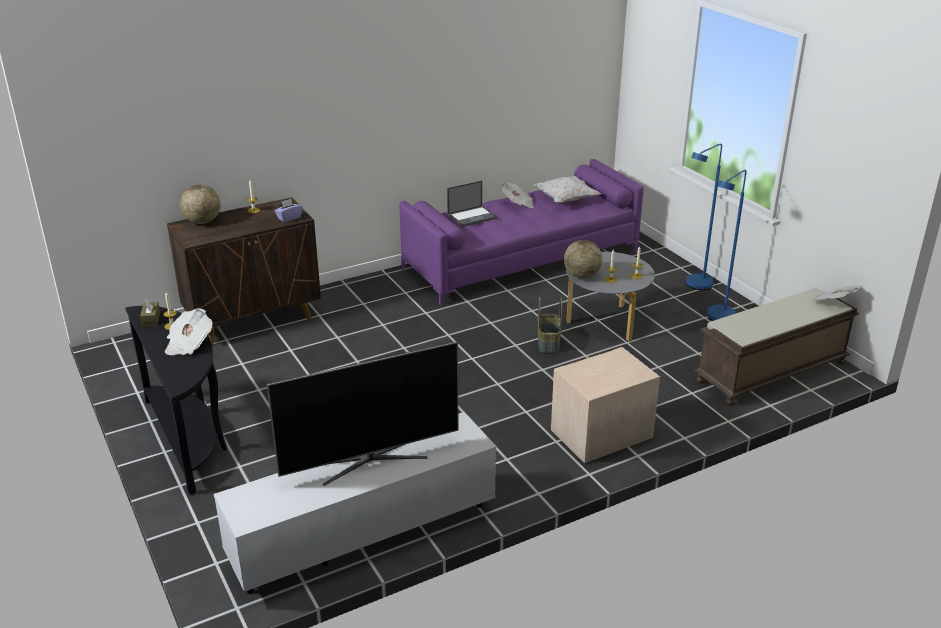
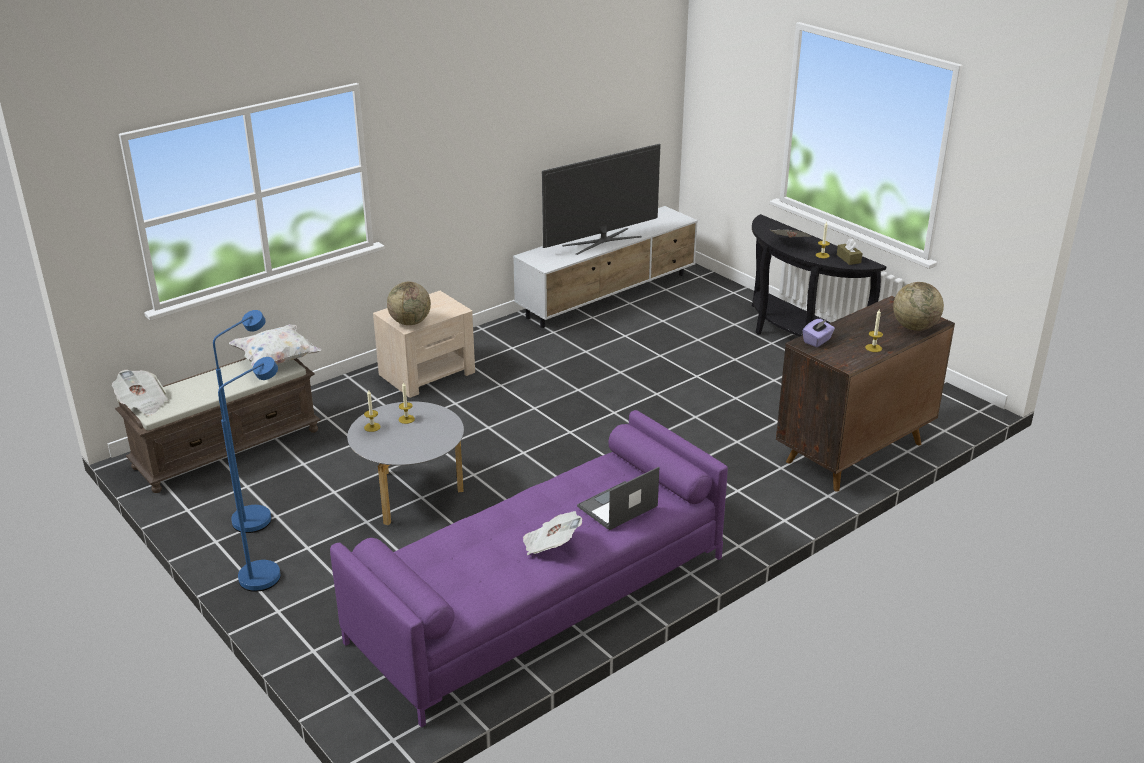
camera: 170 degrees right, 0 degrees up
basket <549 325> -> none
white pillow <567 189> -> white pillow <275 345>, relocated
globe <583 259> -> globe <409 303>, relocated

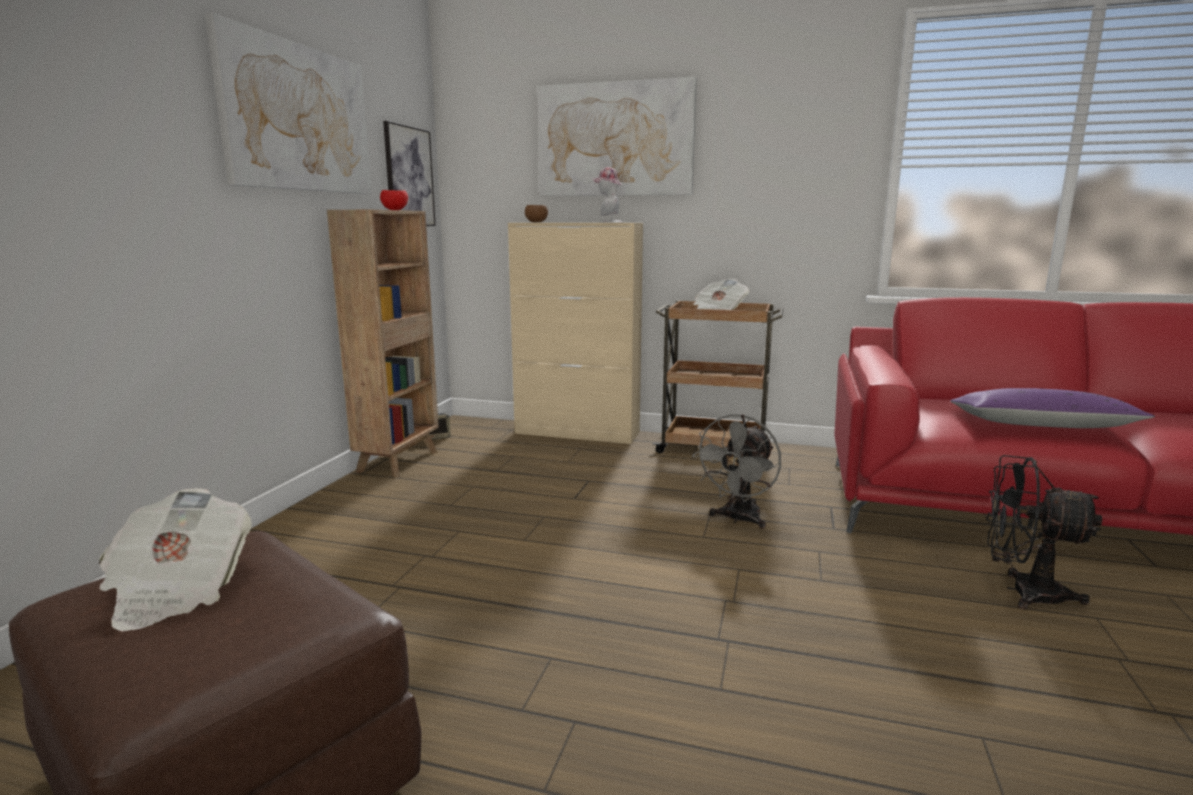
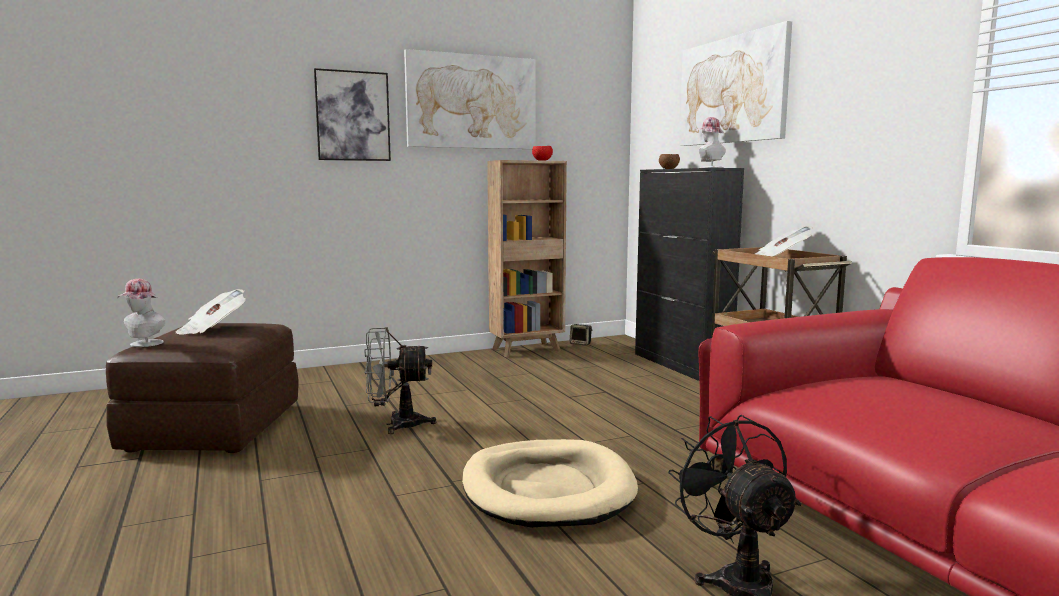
camera: 50 degrees right, 5 degrees down
purple pillow <1052 408> -> none
none -> hat <141 313>
none -> beige dog bed <550 483>
picture <409 173> -> picture <352 114>, relocated
grey fan <736 471> -> grey fan <400 380>, relocated
beige cabinet <575 333> -> black cabinet <689 274>

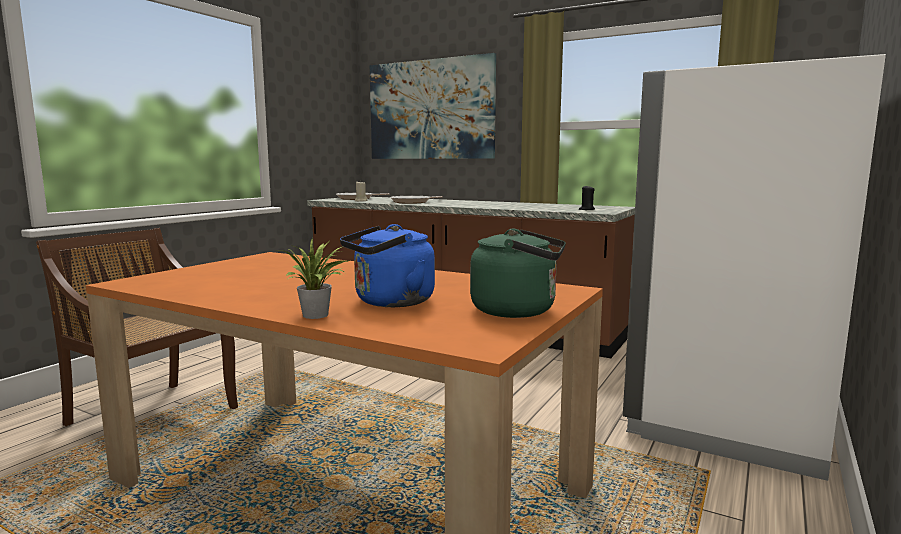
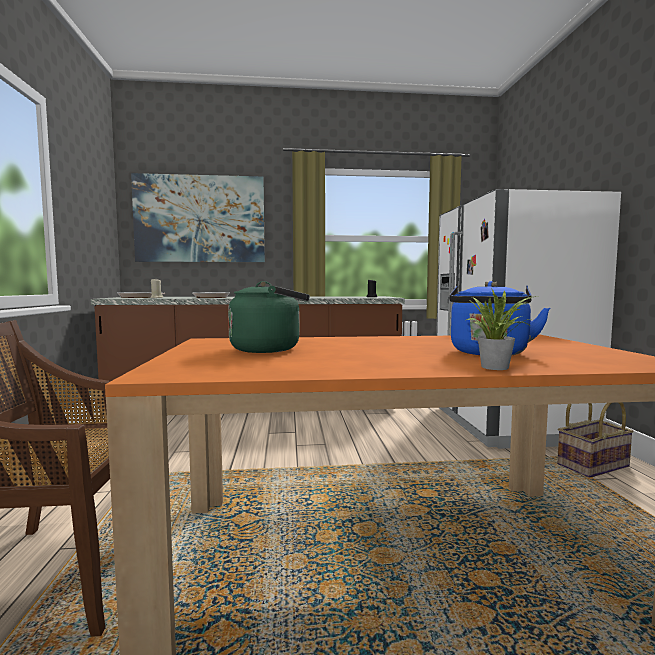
camera: 35 degrees left, 5 degrees down
none -> basket <595 439>
green kettle <518 273> -> green kettle <269 317>, relocated

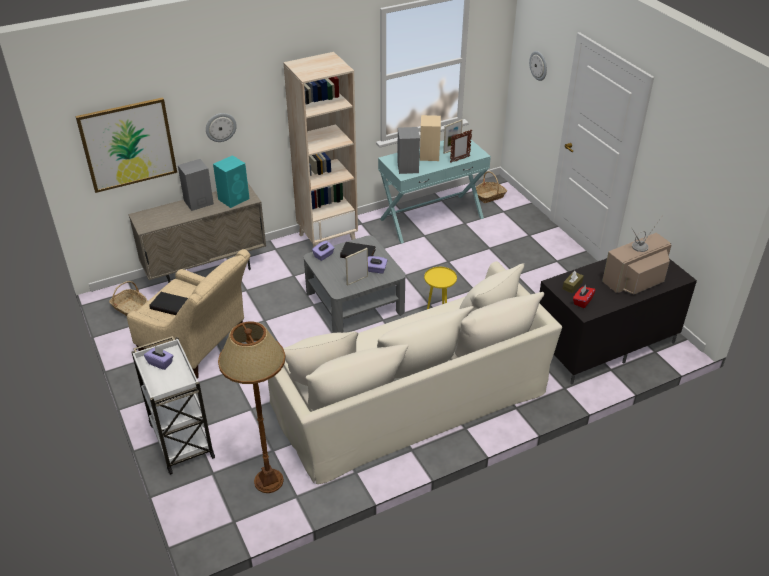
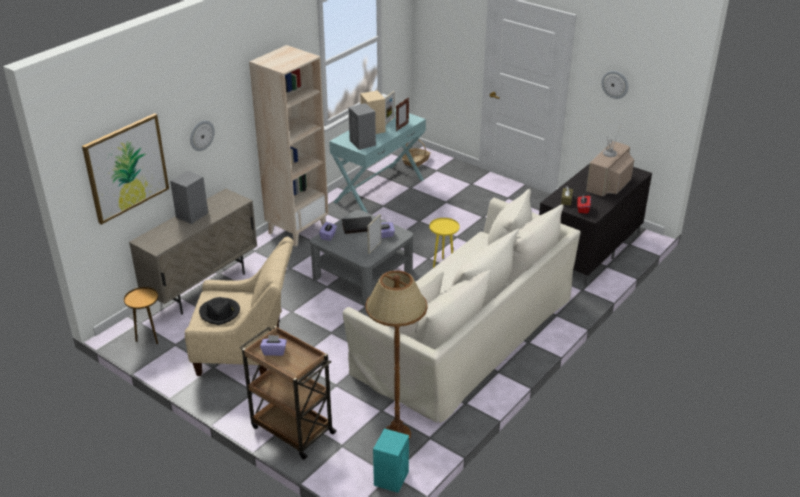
camera: 25 degrees left, 5 degrees down
turquoise speaker <231 181> -> turquoise speaker <391 460>, relocated
wall clock <538 66> -> wall clock <615 85>, relocated
basket <128 298> -> brown side table <141 315>
black book <168 303> -> black hat <219 311>
white cart <173 405> -> brown cart <288 393>

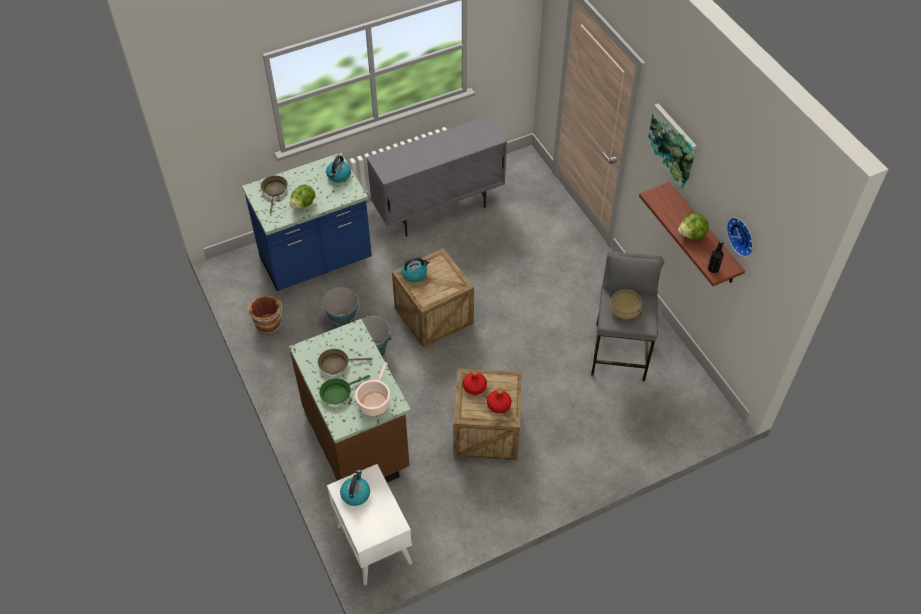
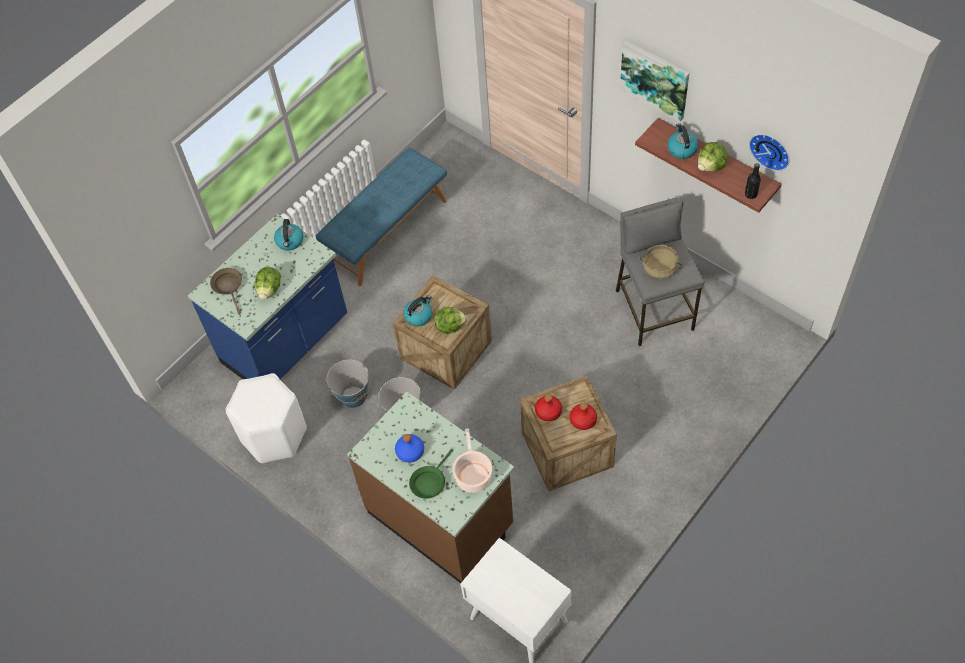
camera: 20 degrees left, 5 degrees up
none -> lettuce <450 320>
kettle <355 488> -> kettle <682 141>, relocated
brown bucket <265 314> -> white stool <266 418>
brown frying pan <345 361> -> blue bottle <409 448>
grey cabinet <436 176> -> blue bench <381 217>

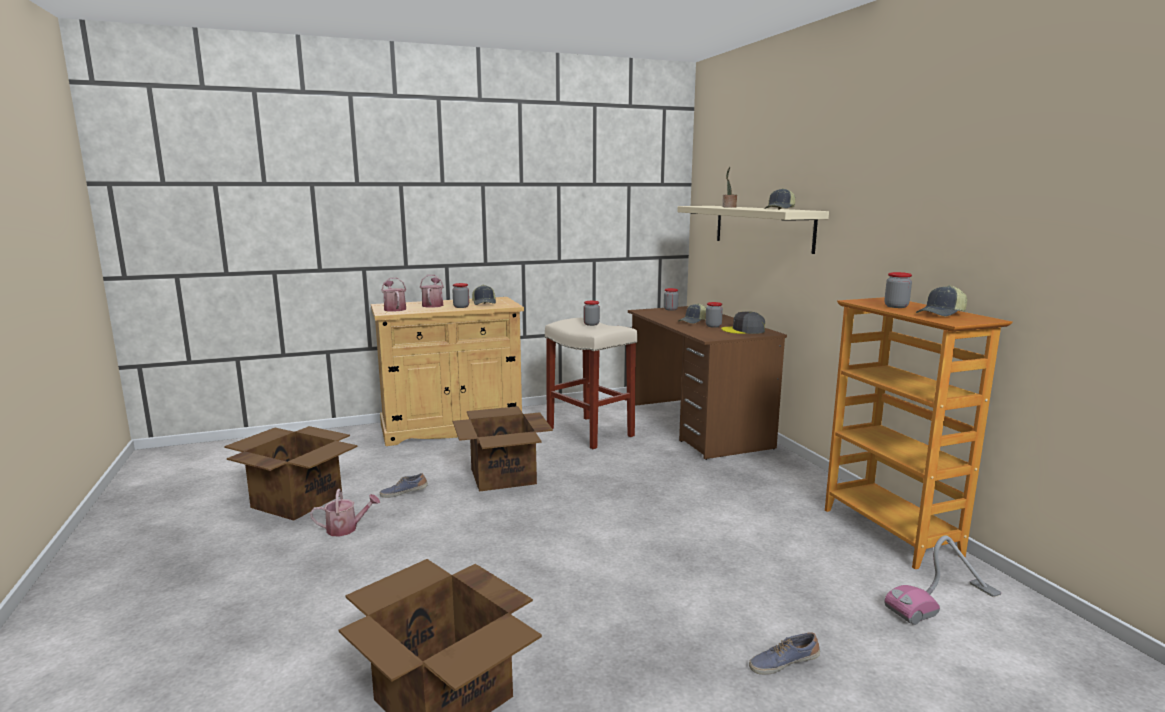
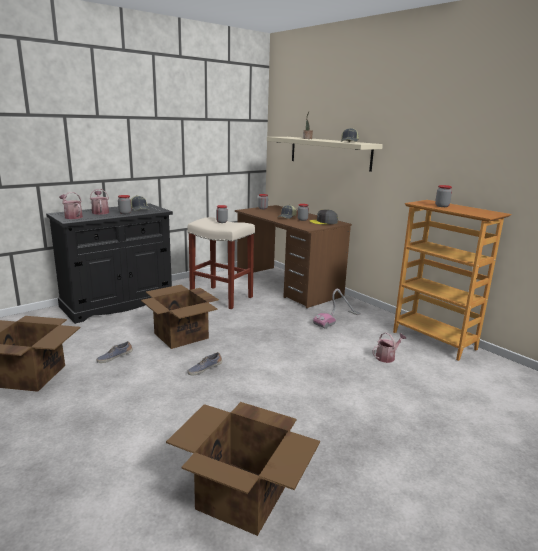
camera: 20 degrees left, 5 degrees up
cap <941 300> -> none
watering can <345 513> -> watering can <389 347>, relocated
shoe <784 653> -> shoe <204 364>, relocated
vacuum cleaner <942 580> -> vacuum cleaner <337 308>, relocated
beige cabinet <447 371> -> black cabinet <109 263>

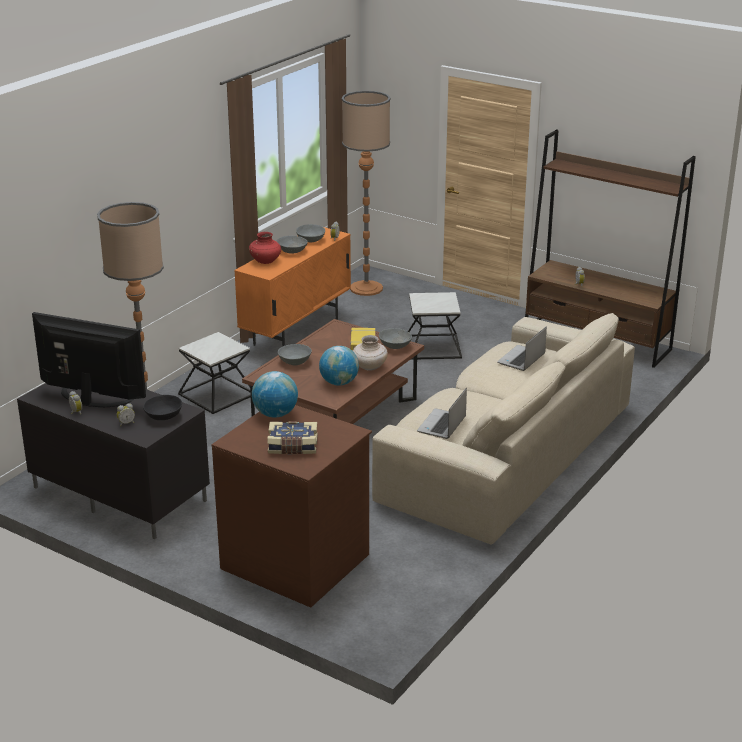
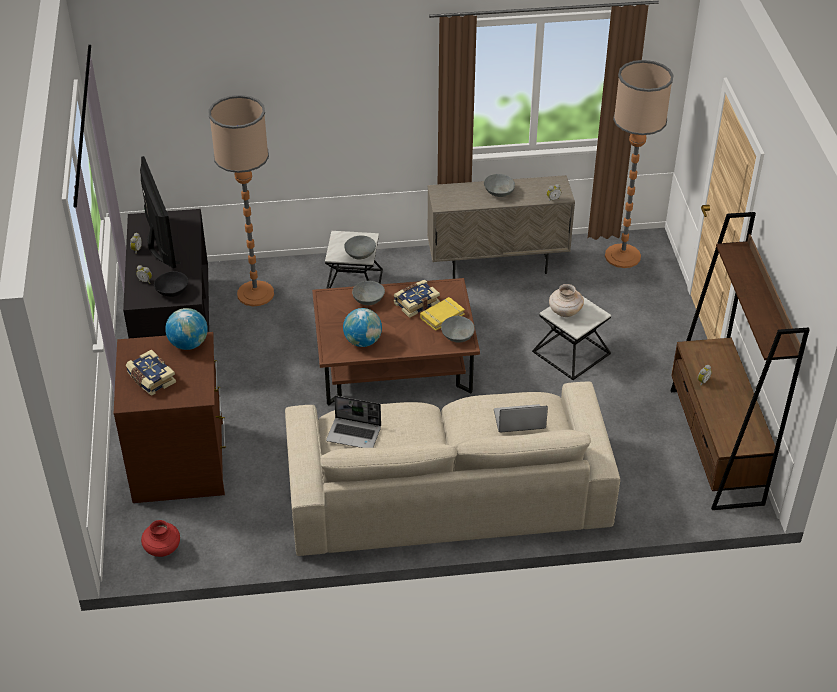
camera: 50 degrees right, 15 degrees up
none -> book <416 299>
red vase <265 248> -> red vase <160 538>, relocated
grey bowl <310 233> -> grey bowl <360 247>, relocated
beige vase <370 352> -> beige vase <566 300>, relocated
orange cabinet <292 287> -> beige cabinet <501 227>
laptop <442 413> -> laptop <353 421>, 150 degrees counterclockwise

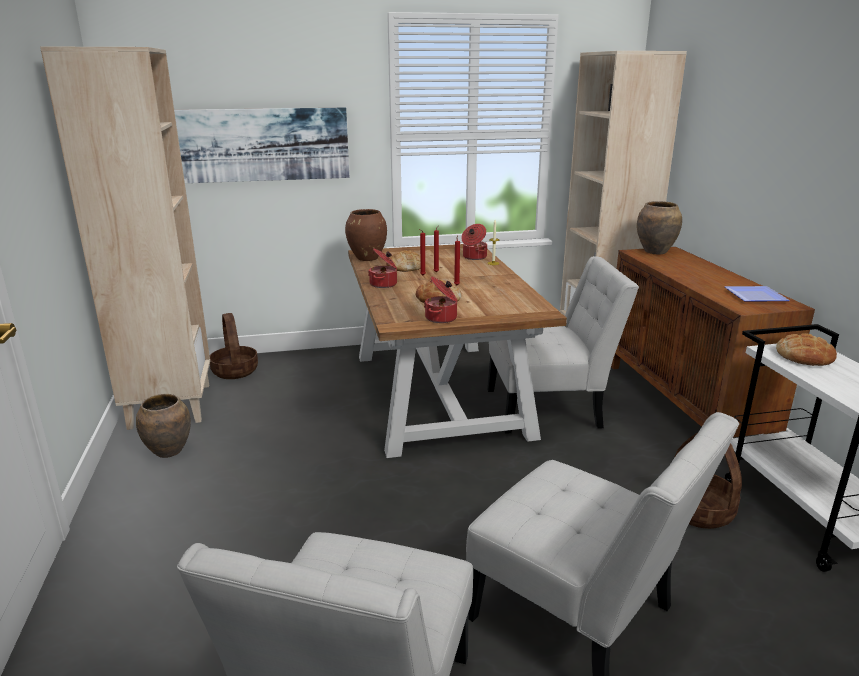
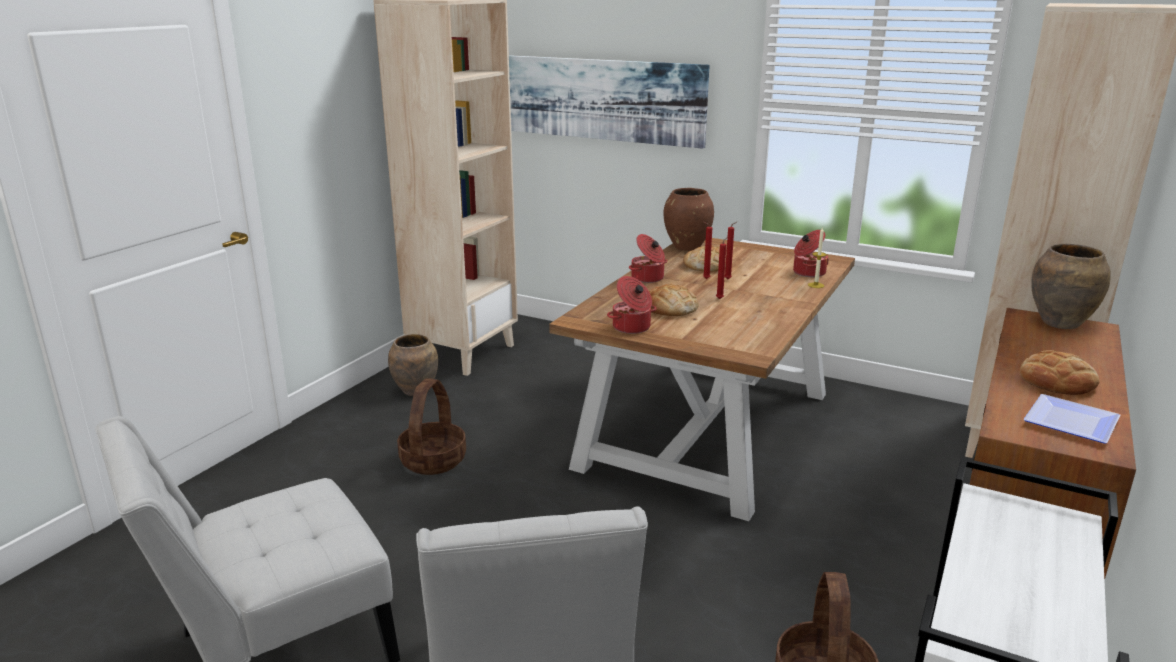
camera: 40 degrees right, 0 degrees up
white chair <563 345> -> none
basket <234 346> -> basket <431 426>, relocated
bread <806 349> -> bread <1060 372>, relocated

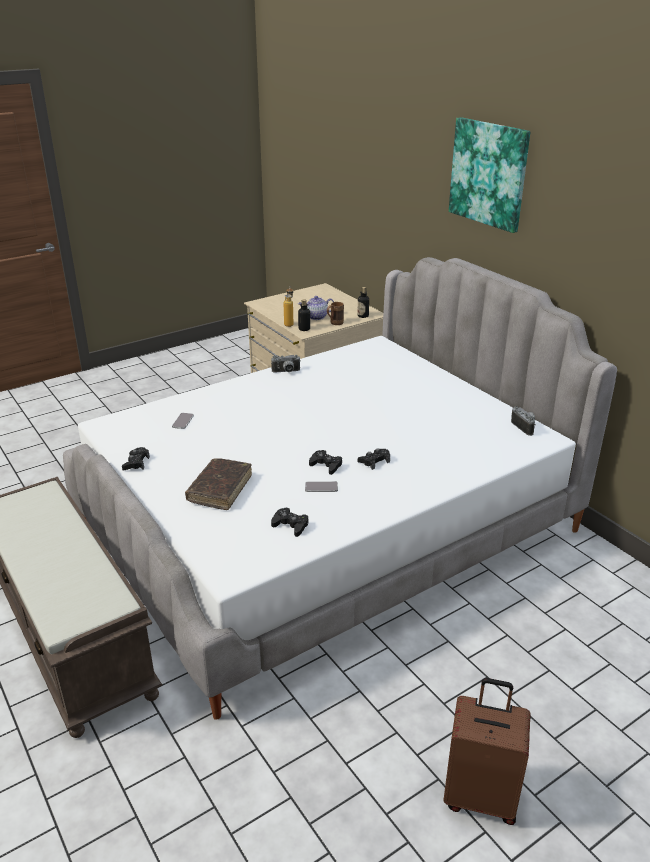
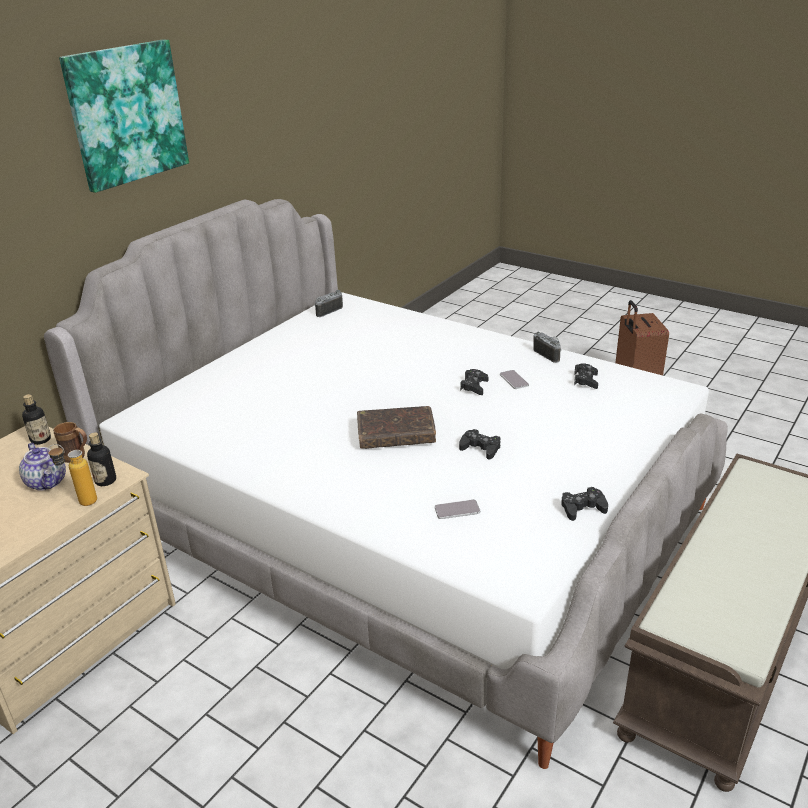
camera: 110 degrees left, 0 degrees up
brown book <218 484> -> brown book <396 427>, relocated
photo camera <286 364> -> photo camera <547 347>, relocated
black game controller <374 459> -> black game controller <480 444>, relocated

